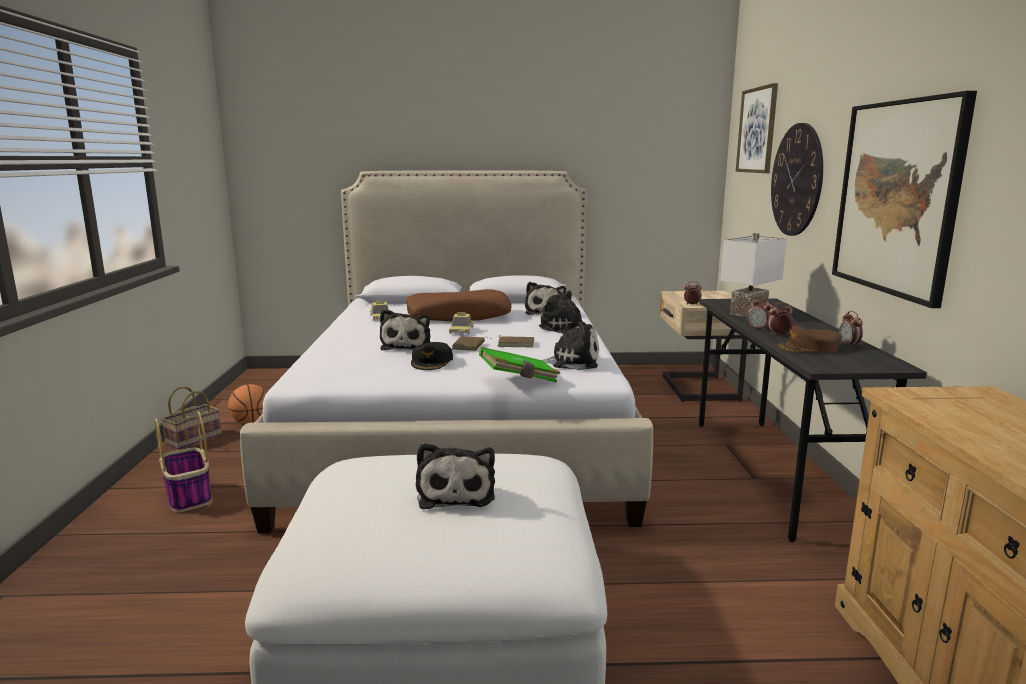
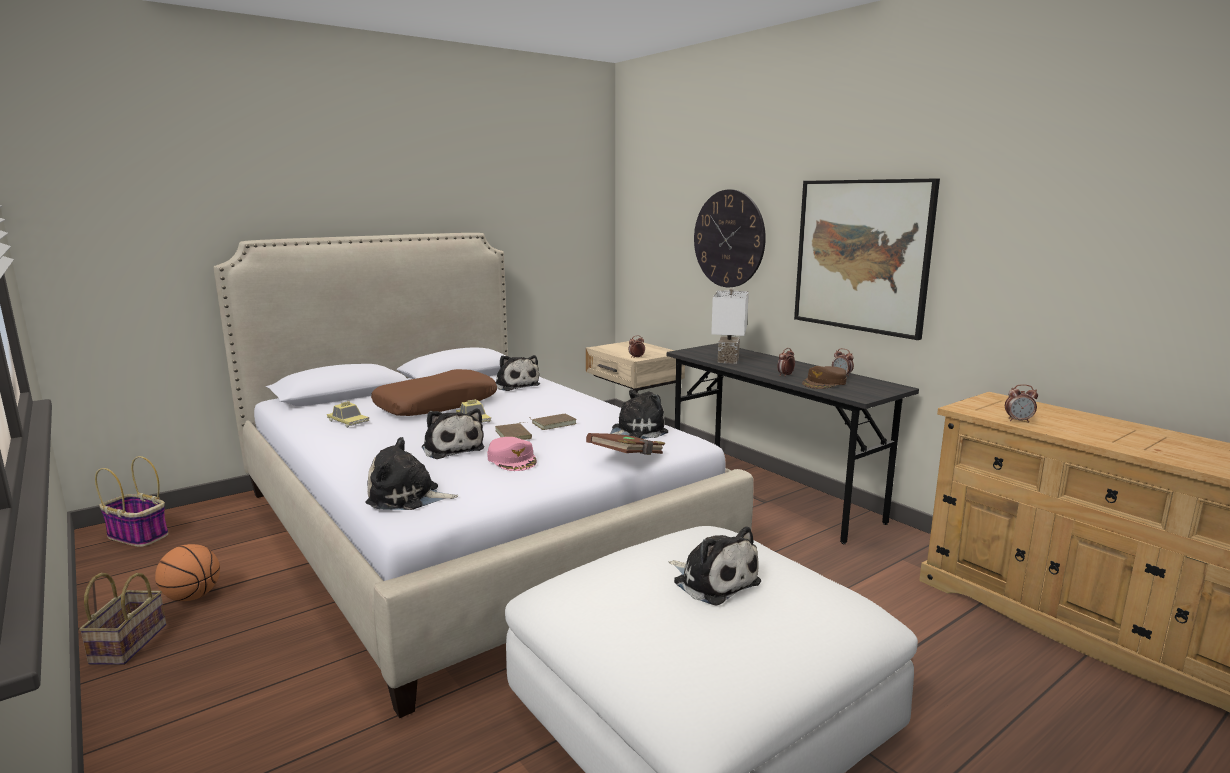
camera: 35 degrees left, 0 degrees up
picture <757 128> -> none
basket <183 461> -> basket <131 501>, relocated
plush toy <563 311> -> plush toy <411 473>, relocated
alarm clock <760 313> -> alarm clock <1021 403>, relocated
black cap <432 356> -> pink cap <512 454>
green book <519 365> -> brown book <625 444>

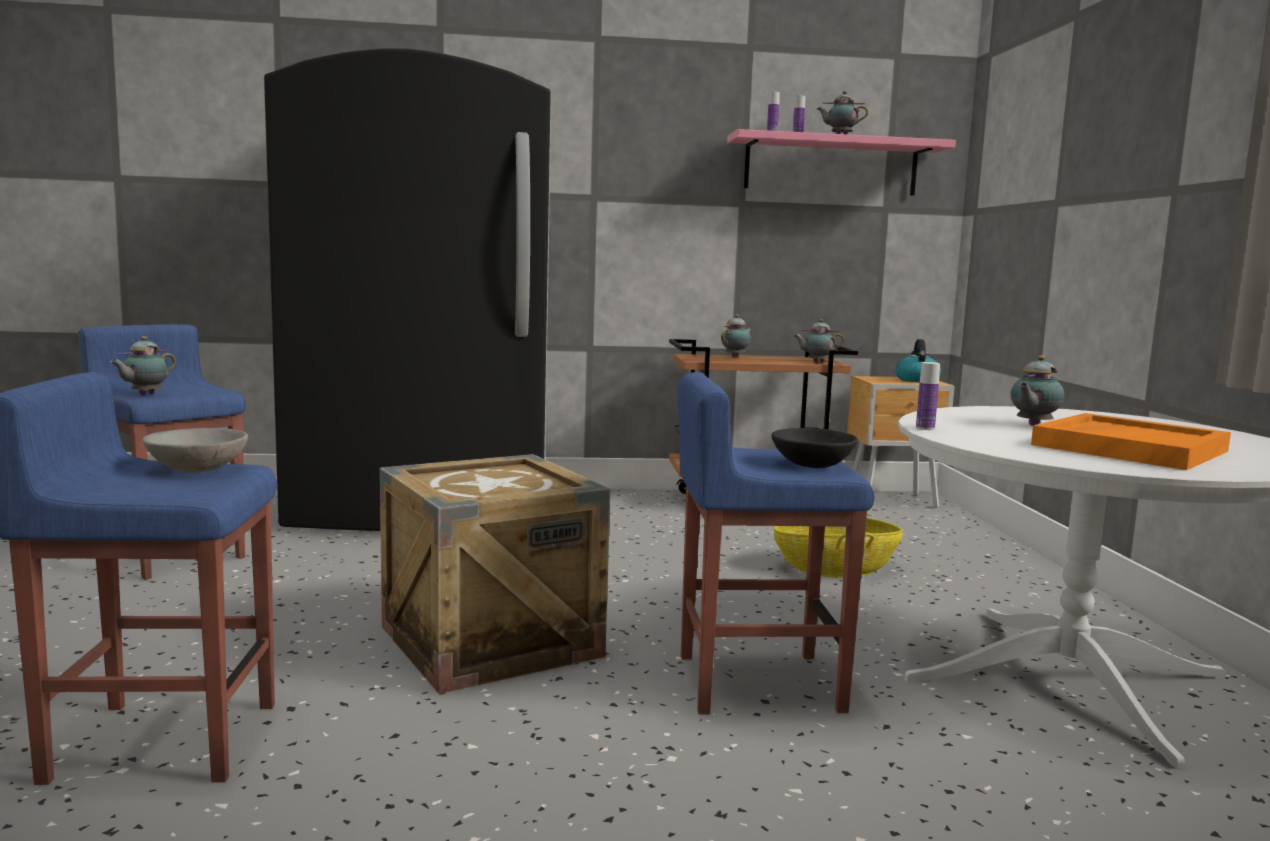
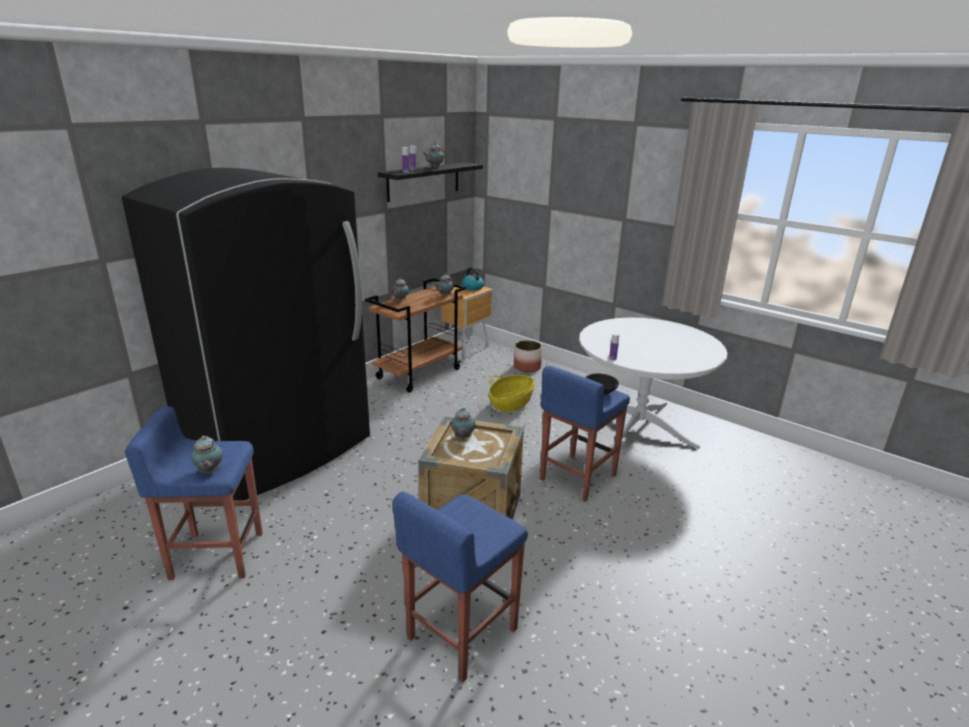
camera: 45 degrees left, 15 degrees up
grey bowl <195 450> -> none
orange tray <1131 441> -> none
none -> planter <528 356>
teapot <1038 390> -> teapot <463 423>, relocated
pink shelf <841 162> -> black shelf <430 182>

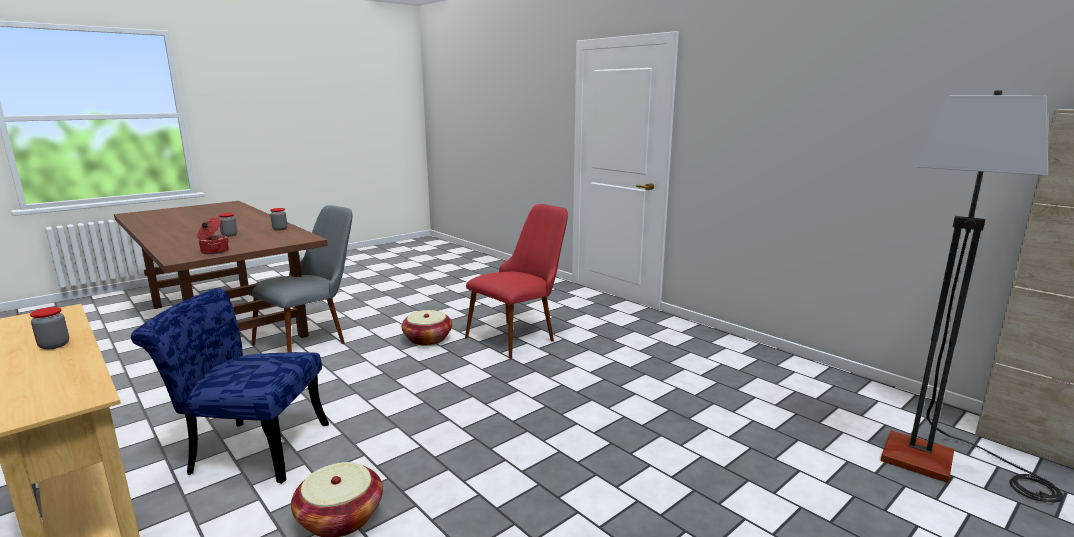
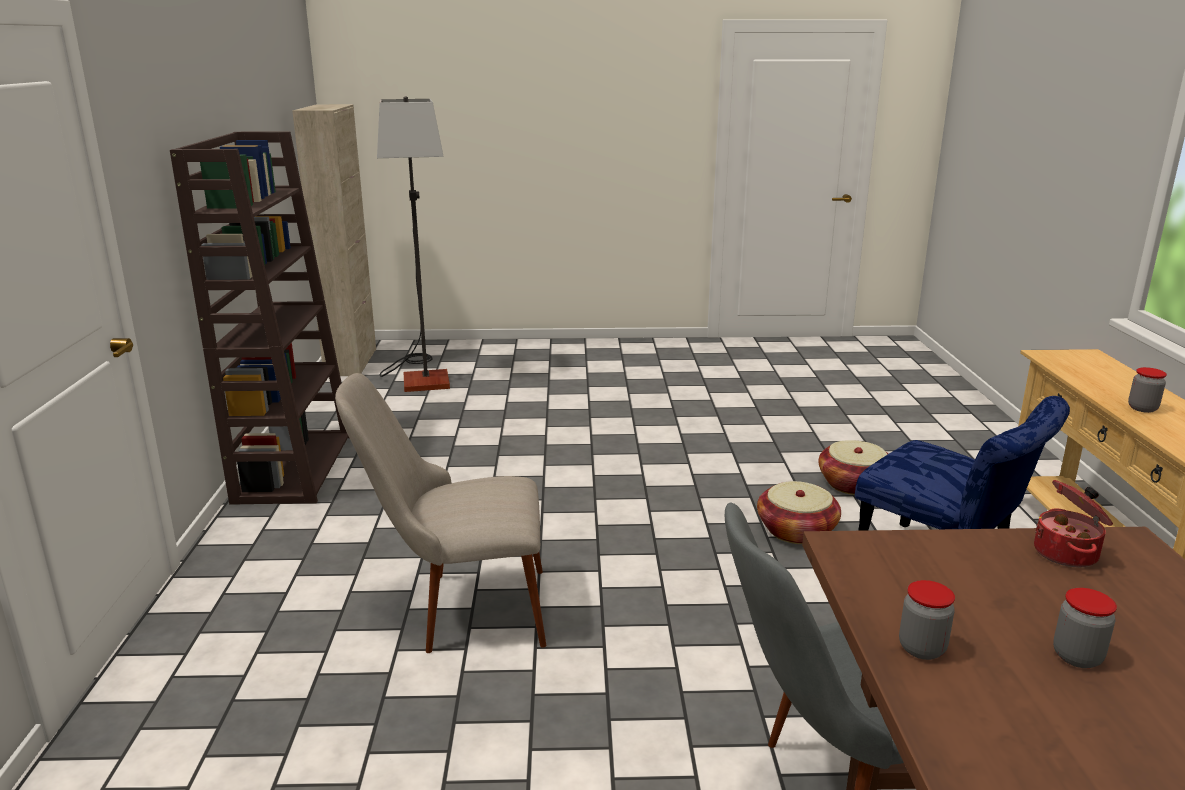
camera: 140 degrees left, 5 degrees up
none -> brown bookcase <259 318>
basket <426 328> -> basket <799 512>, relocated
red chair <516 281> -> beige chair <440 513>

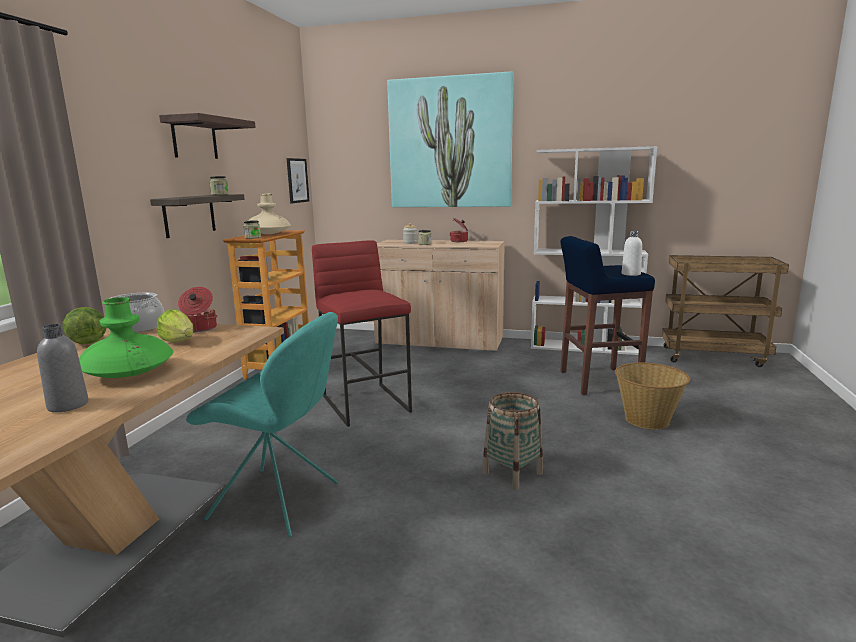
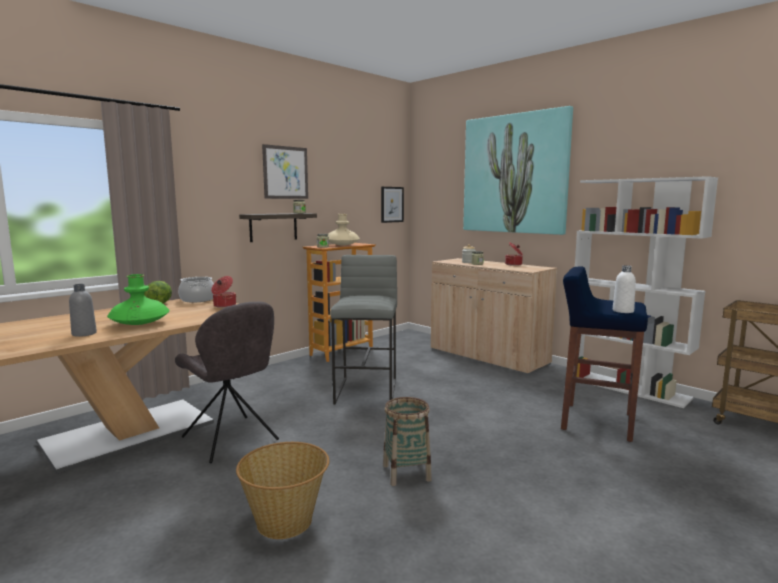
camera: 30 degrees right, 5 degrees down
lettuce <175 326> -> none
basket <652 396> -> basket <282 490>, relocated
shelf <207 136> -> picture <285 171>
turquoise chair <262 424> -> grey chair <227 382>
red stool <362 333> -> grey stool <363 329>

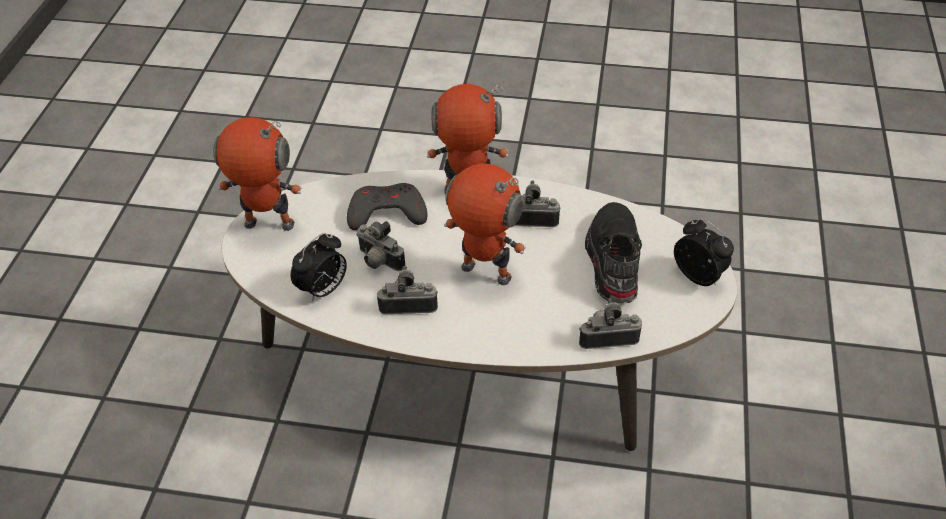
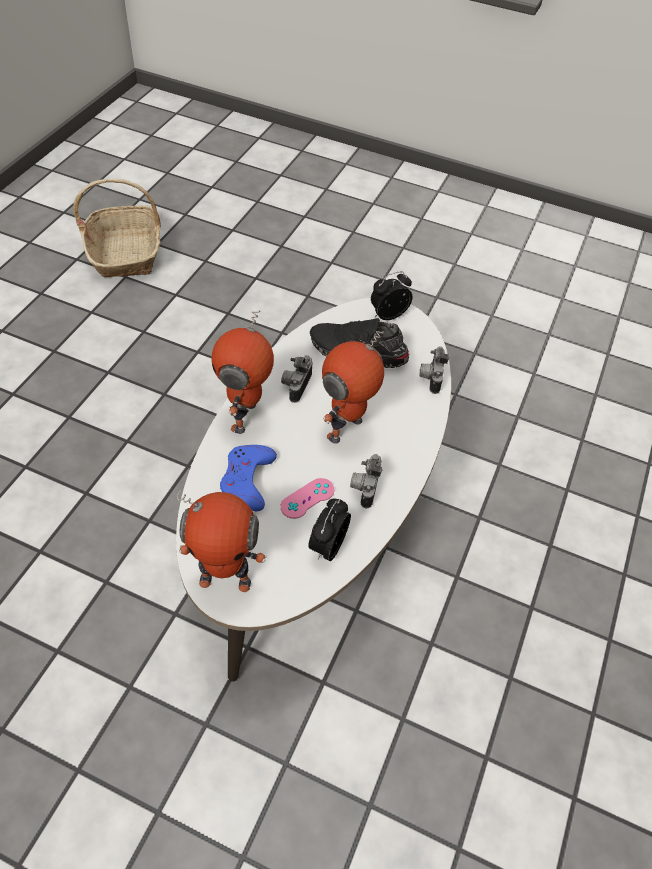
camera: 80 degrees left, 5 degrees up
none -> basket <117 228>
photo camera <381 246> -> pink game controller <307 498>
grey game controller <387 206> -> blue game controller <248 478>
toy robot <257 174> -> toy robot <222 541>, 105 degrees counterclockwise
alarm clock <318 267> -> alarm clock <329 530>, 120 degrees counterclockwise

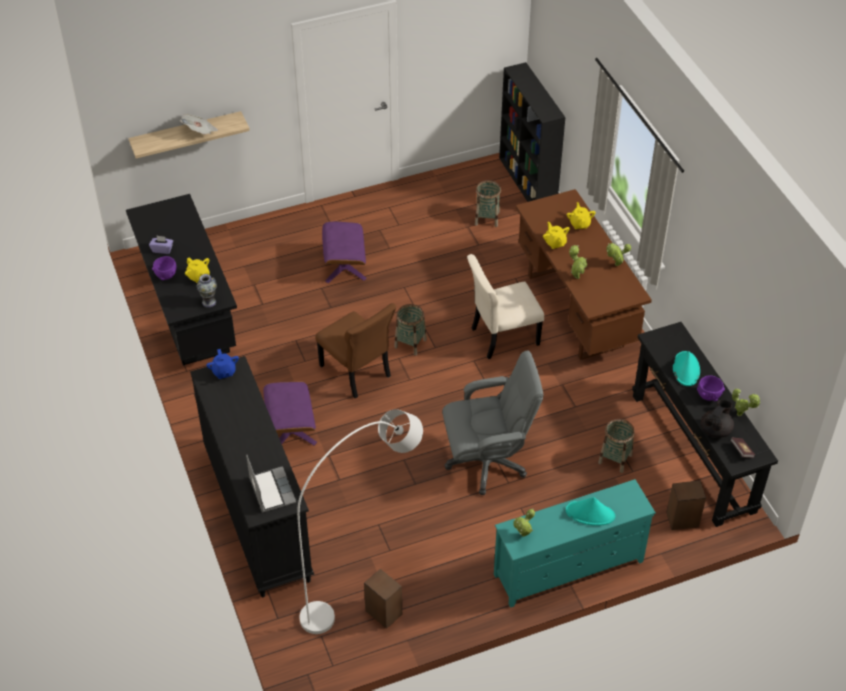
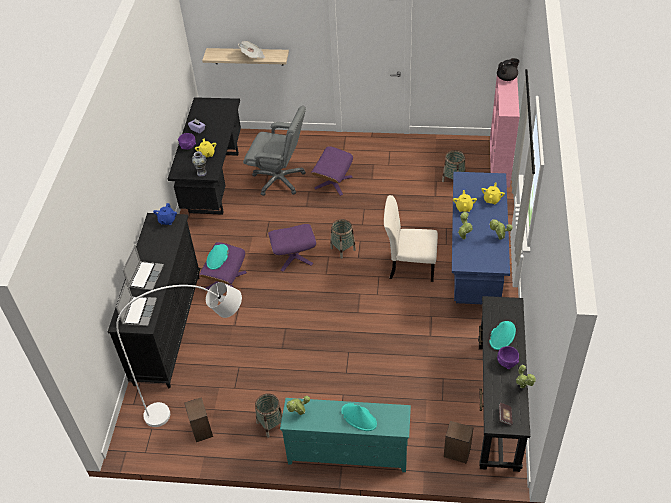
camera: 30 degrees right, 0 degrees up
none -> laptop <143 267>
none -> turquoise hat <218 257>
grey office chair <493 422> -> grey office chair <274 151>, relocated
basket <616 446> -> basket <269 416>, relocated
black teapot <717 419> -> black teapot <508 69>, relocated
brown chair <356 351> -> purple ottoman <292 248>
black bookcase <532 132> -> pink bookcase <505 128>
brown desk <584 274> -> blue desk <481 238>

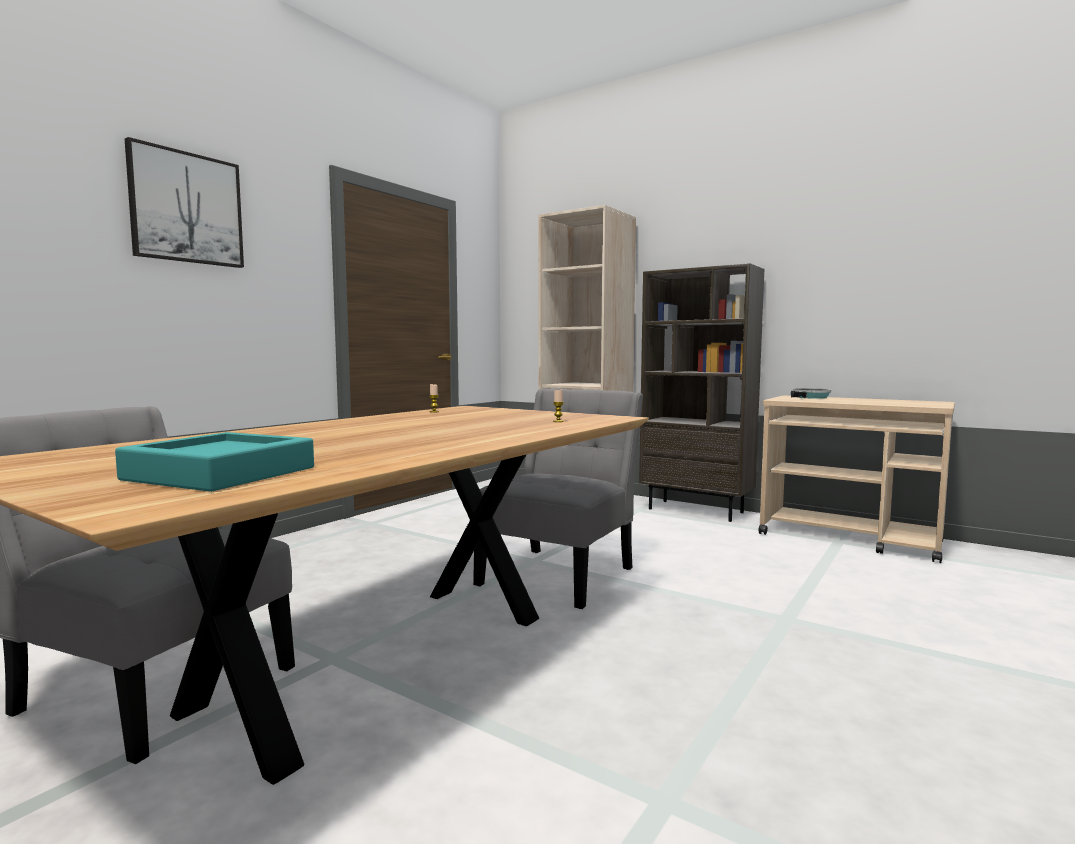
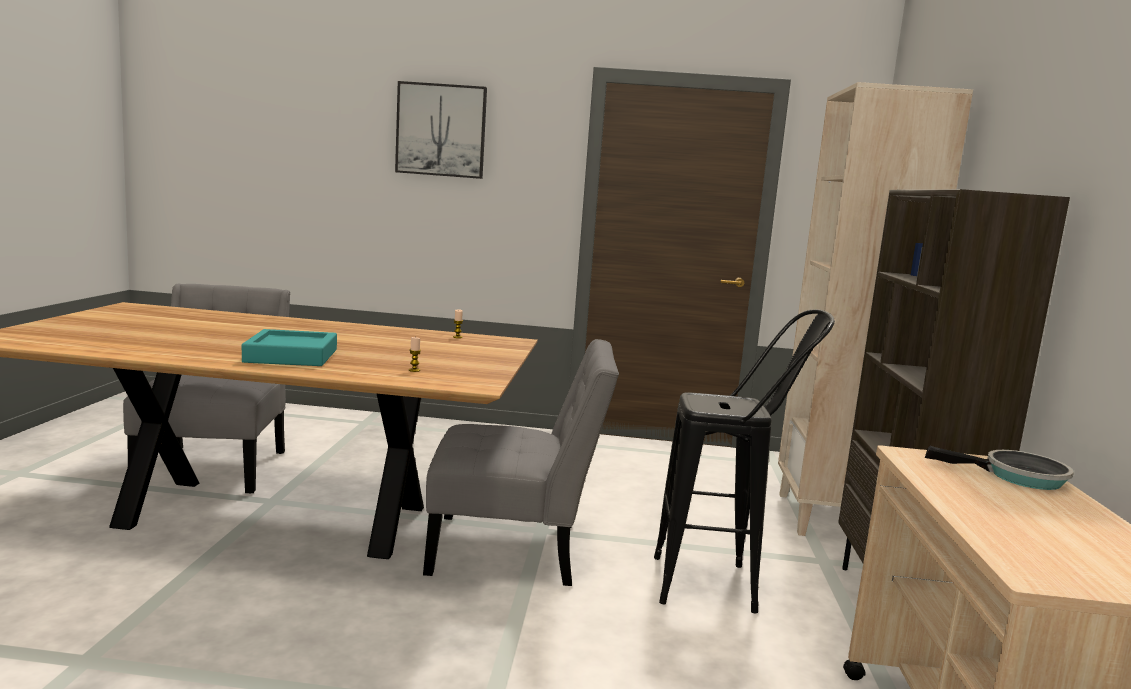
camera: 60 degrees right, 5 degrees up
none -> black stool <744 461>
turquoise tray <214 462> -> turquoise tray <289 347>, relocated

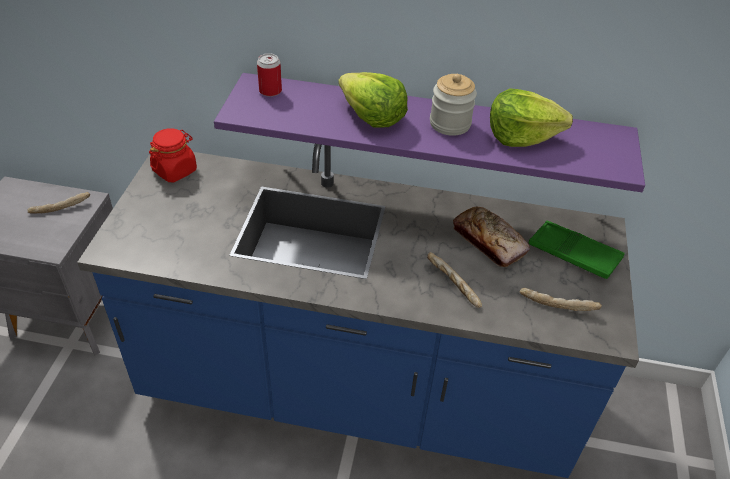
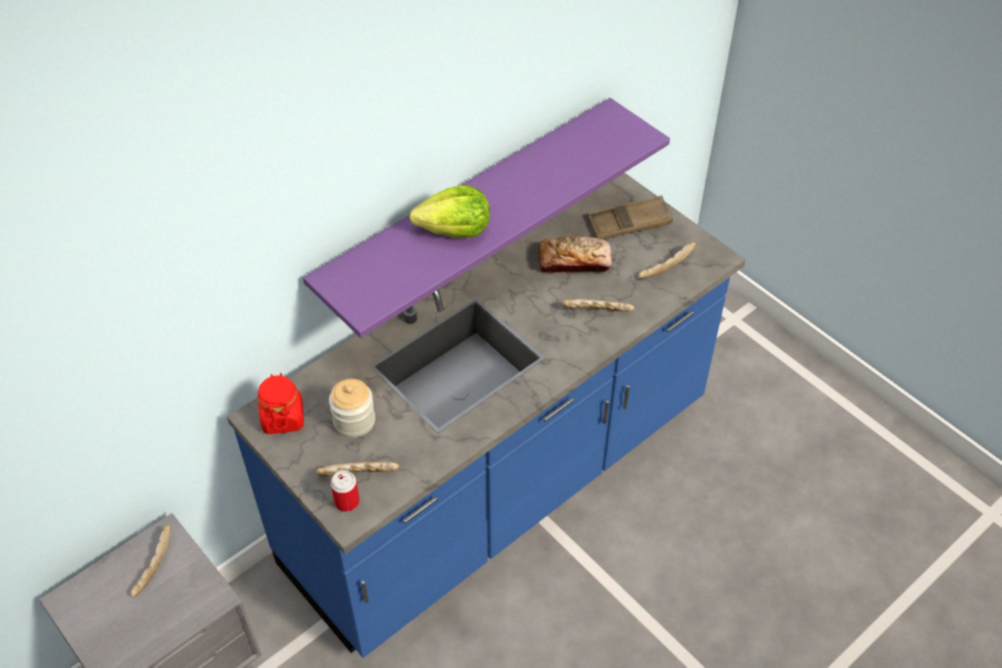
camera: 50 degrees left, 5 degrees up
lettuce <531 117> -> none
none -> bread <358 469>
can <269 75> -> can <345 491>, relocated
jar <453 105> -> jar <352 408>, relocated
green tray <576 250> -> brown tray <630 217>

